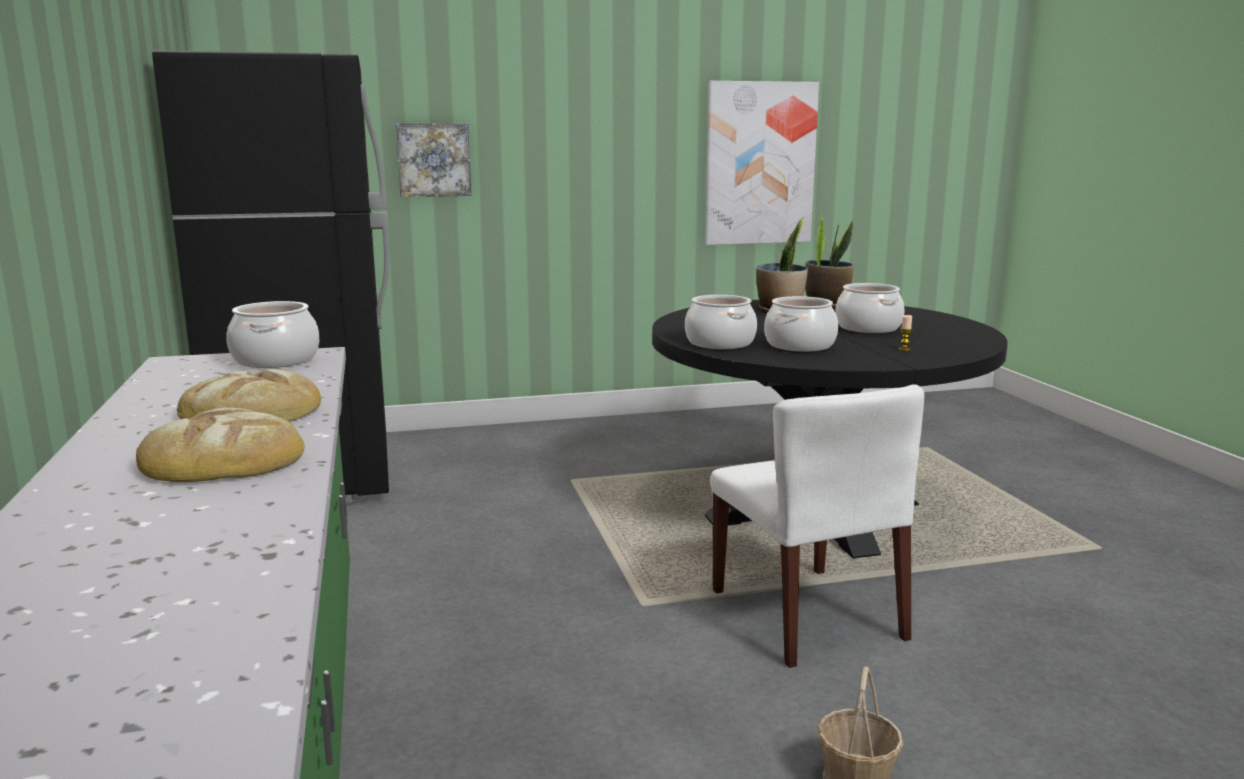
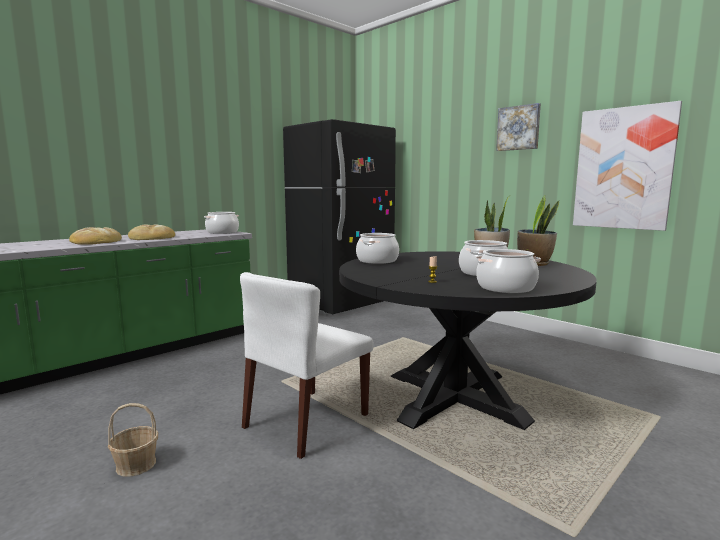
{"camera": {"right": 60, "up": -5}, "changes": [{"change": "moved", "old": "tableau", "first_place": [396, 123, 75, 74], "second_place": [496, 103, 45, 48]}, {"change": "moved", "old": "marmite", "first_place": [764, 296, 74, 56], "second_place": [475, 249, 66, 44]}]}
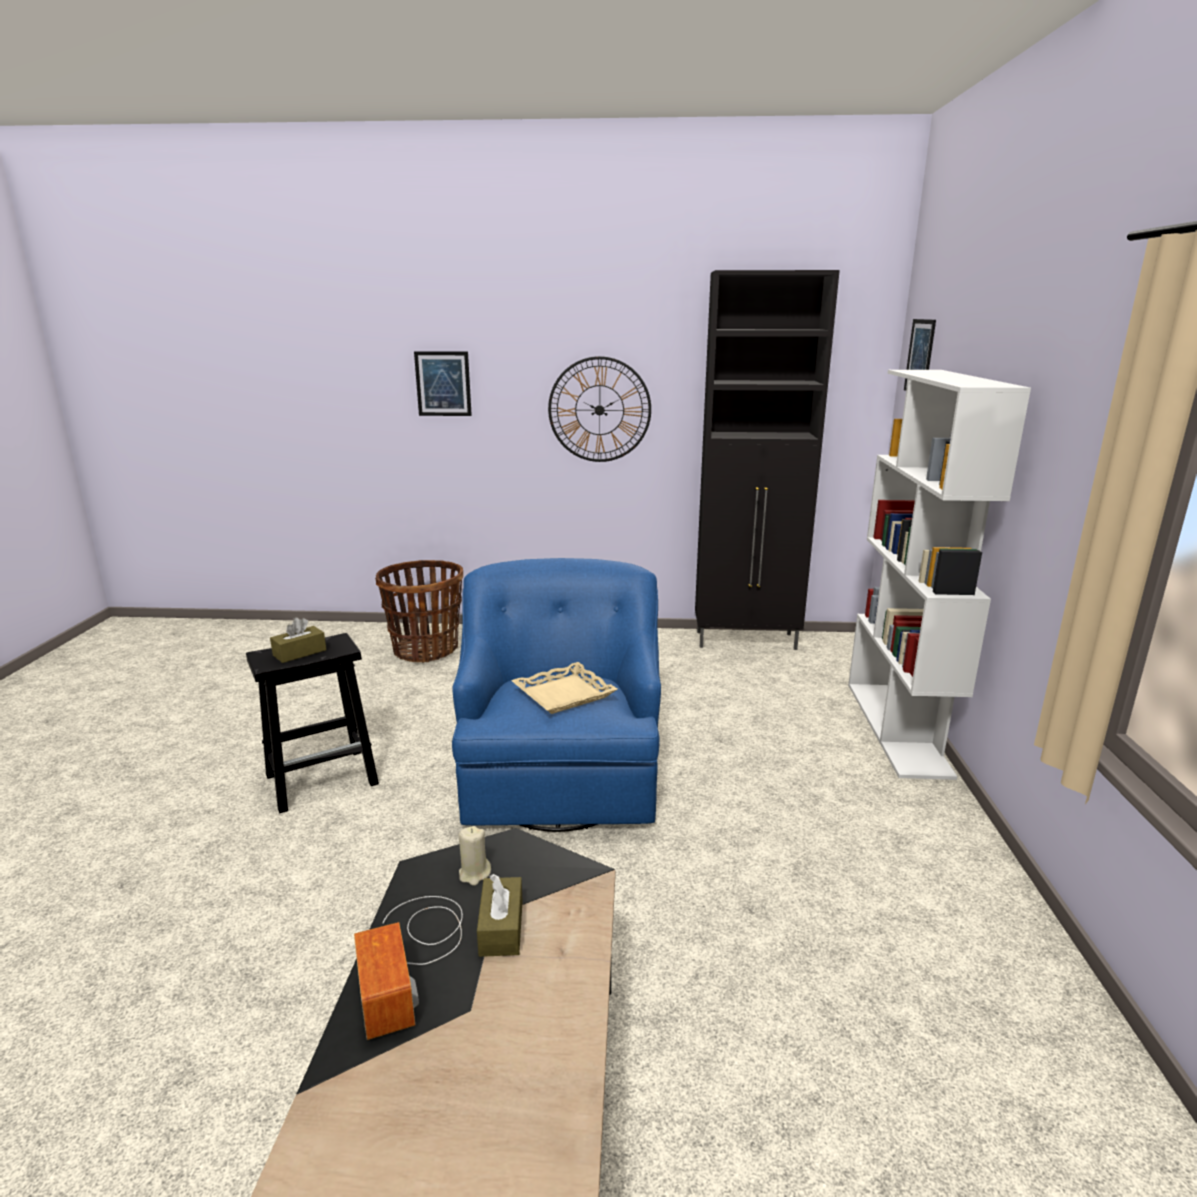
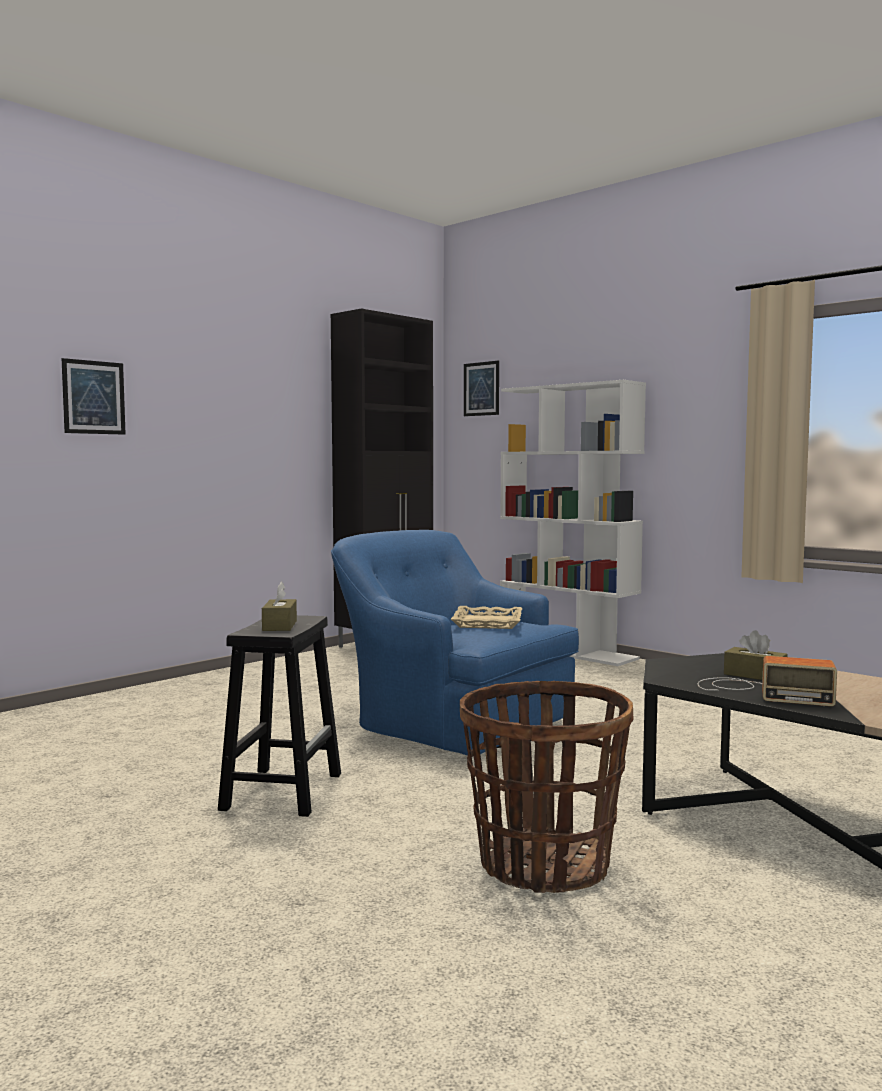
{"camera": {"right": -50, "up": -15}, "changes": [{"change": "removed", "old": "horloge murale", "first_place": [548, 356, 103, 106]}, {"change": "moved", "old": "panier", "first_place": [375, 560, 88, 103], "second_place": [460, 681, 174, 212]}, {"change": "removed", "old": "bougie (beige)", "first_place": [459, 826, 32, 60]}]}
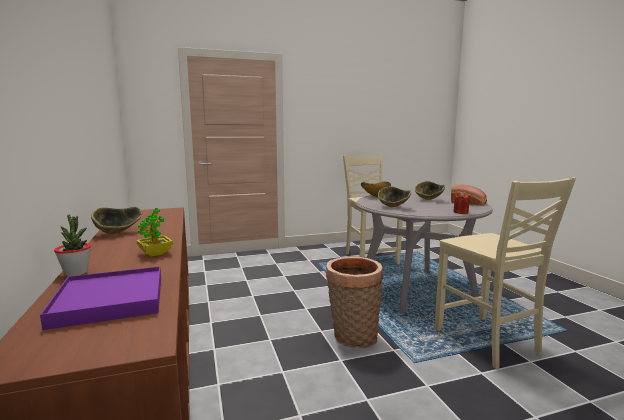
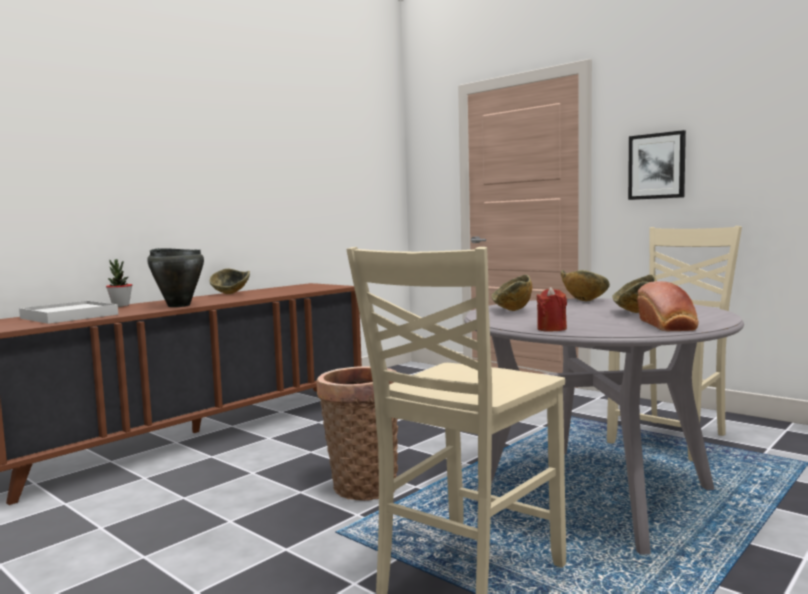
{"camera": {"right": 60, "up": -5}, "changes": [{"change": "replaced", "old": "plante en pot", "new": "marmite (noir)", "first_place": [137, 208, 36, 49], "second_place": [147, 248, 57, 59]}, {"change": "recoloured", "old": "plateau (violet)", "new": "plateau (blanc)", "first_place": [40, 267, 121, 63], "second_place": [19, 301, 99, 23]}, {"change": "added", "new": "tableau", "second_place": [628, 130, 58, 70]}]}
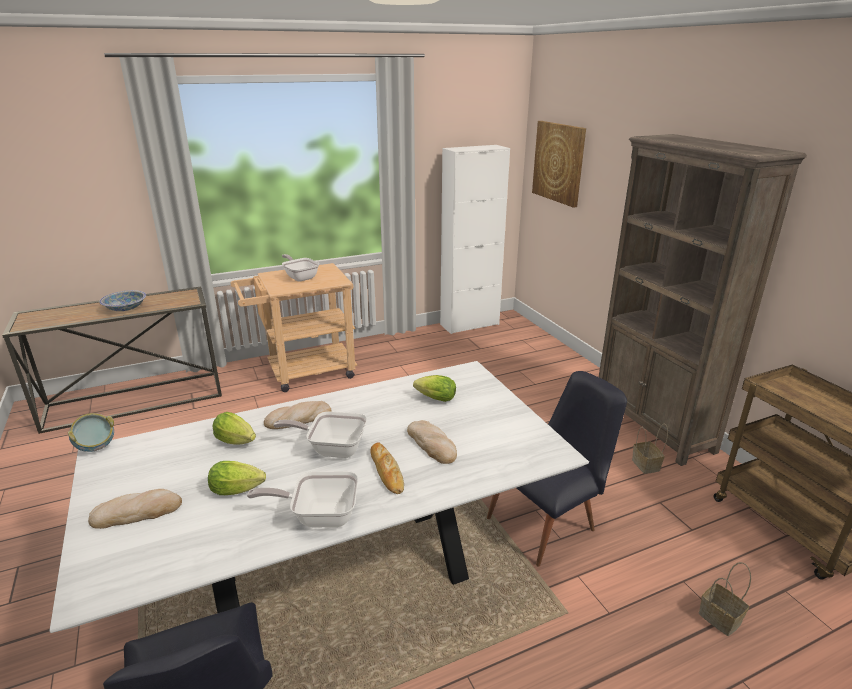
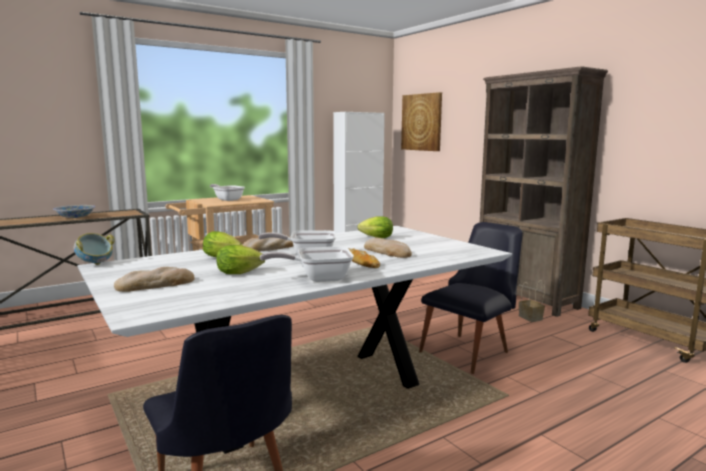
{"camera": {"right": -10, "up": -15}, "changes": [{"change": "removed", "old": "panier", "first_place": [699, 562, 52, 74]}]}
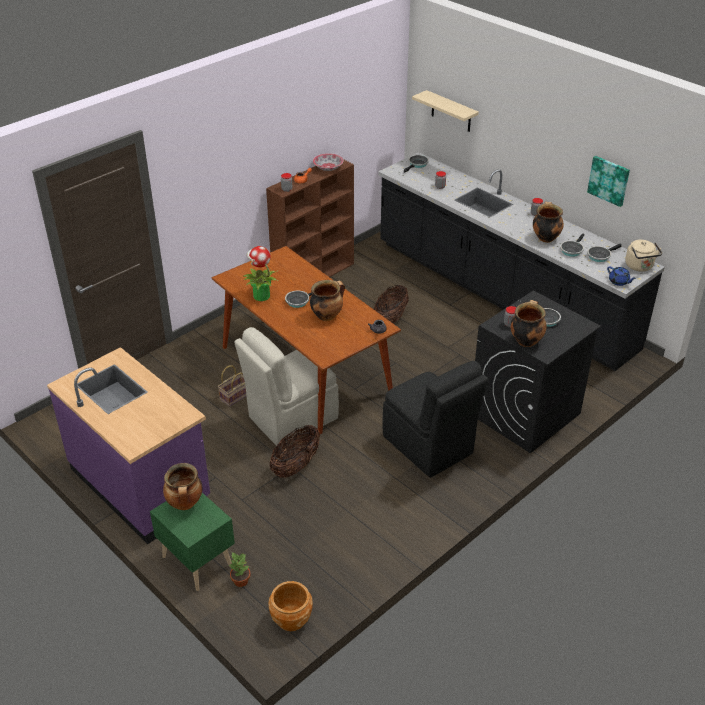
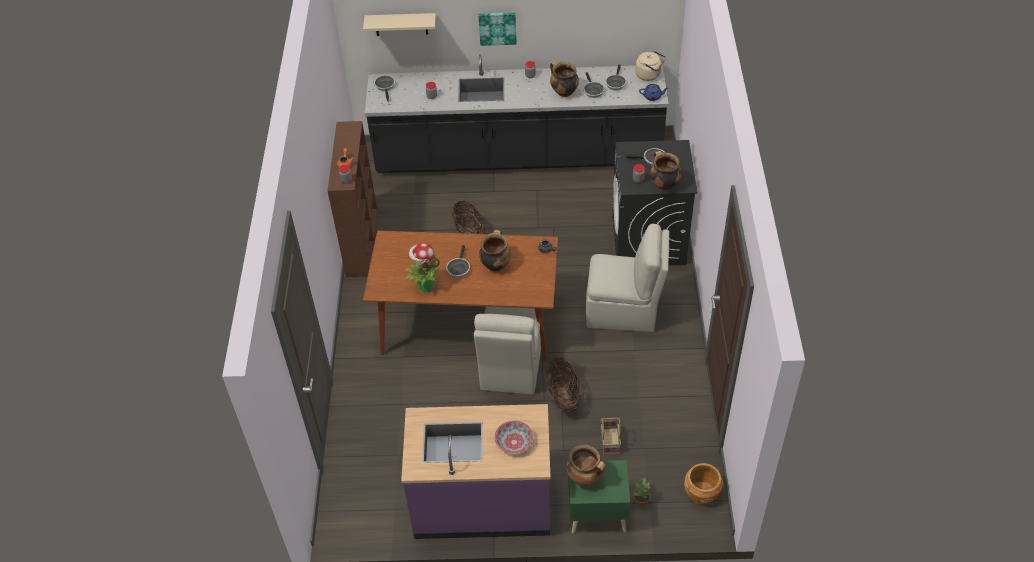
{"camera": {"right": -45, "up": 10}, "changes": [{"change": "moved", "old": "bol", "first_place": [313, 153, 31, 18], "second_place": [494, 420, 40, 34]}, {"change": "moved", "old": "tableau", "first_place": [587, 156, 43, 51], "second_place": [479, 13, 38, 33]}, {"change": "recoloured", "old": "chaise (noir)", "new": "chaise (beige)", "first_place": [382, 361, 106, 117], "second_place": [586, 224, 83, 108]}, {"change": "moved", "old": "panier", "first_place": [218, 365, 28, 42], "second_place": [601, 418, 20, 37]}]}
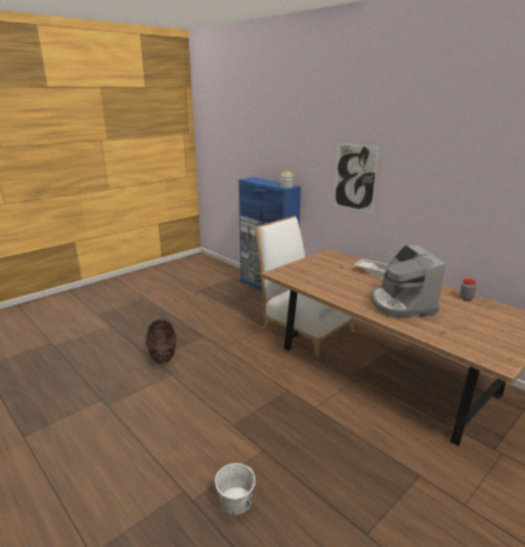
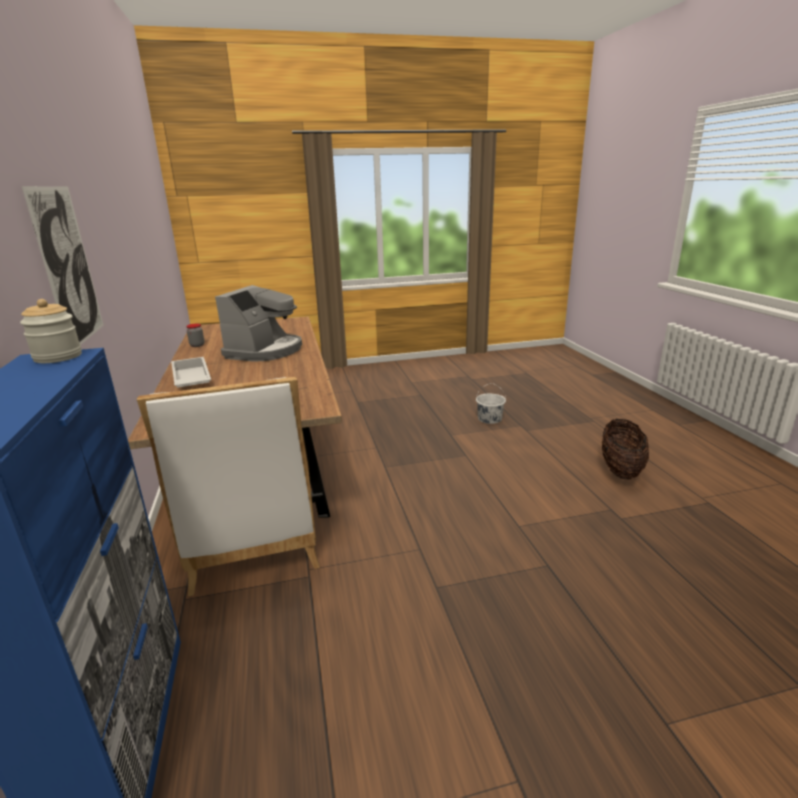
{"camera": {"right": -150, "up": 0}, "changes": [{"change": "moved", "old": "panier", "first_place": [146, 319, 31, 45], "second_place": [602, 419, 47, 60]}]}
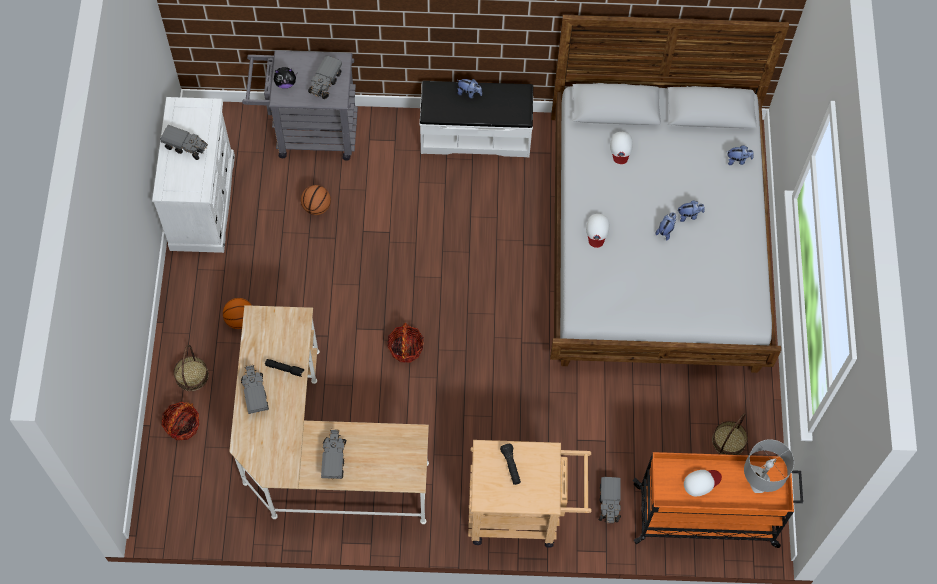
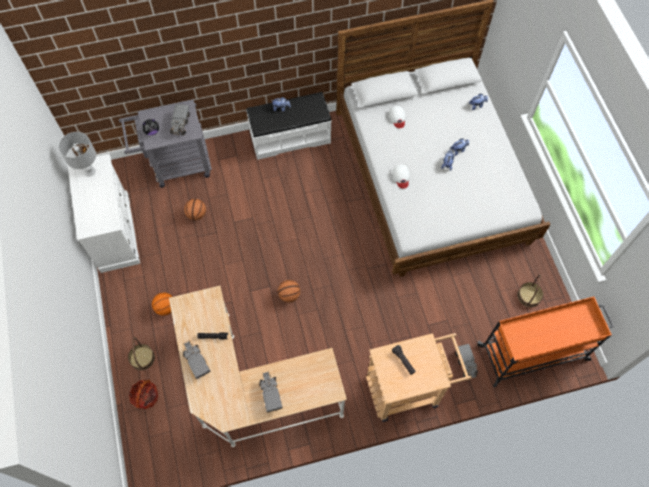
{"camera": {"right": -15, "up": 0}, "changes": [{"change": "removed", "old": "camion jouet", "first_place": [160, 125, 48, 35]}, {"change": "replaced", "old": "panier", "new": "ballon de basket", "first_place": [387, 323, 37, 40], "second_place": [278, 280, 22, 23]}, {"change": "moved", "old": "lampe de table (gris)", "first_place": [744, 439, 50, 54], "second_place": [59, 132, 37, 45]}, {"change": "removed", "old": "casquette (blanc)", "first_place": [684, 470, 38, 26]}]}
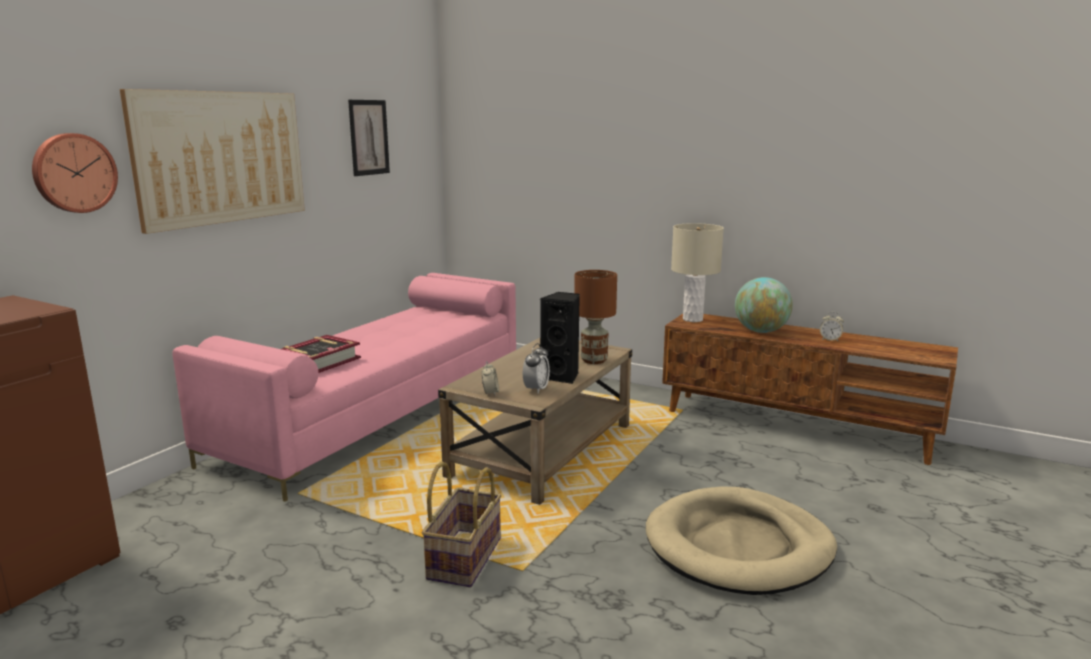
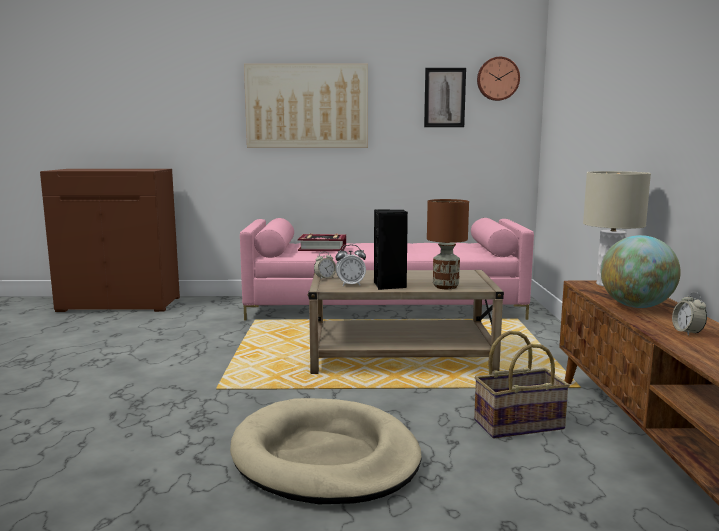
{"camera": {"right": 60, "up": -5}, "changes": [{"change": "moved", "old": "horloge murale", "first_place": [32, 133, 86, 80], "second_place": [477, 57, 43, 44]}, {"change": "moved", "old": "panier", "first_place": [422, 461, 79, 126], "second_place": [474, 331, 96, 107]}]}
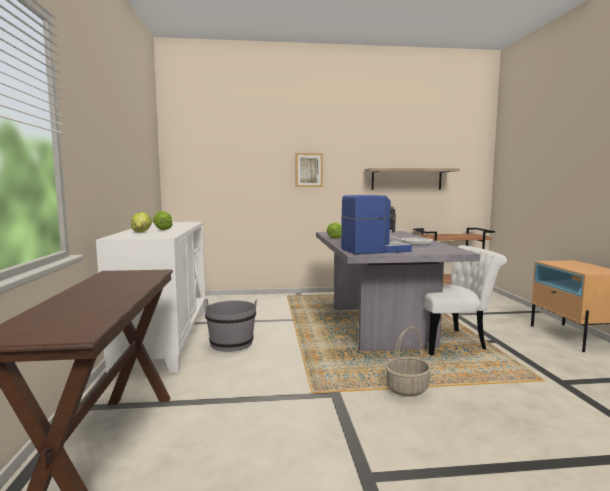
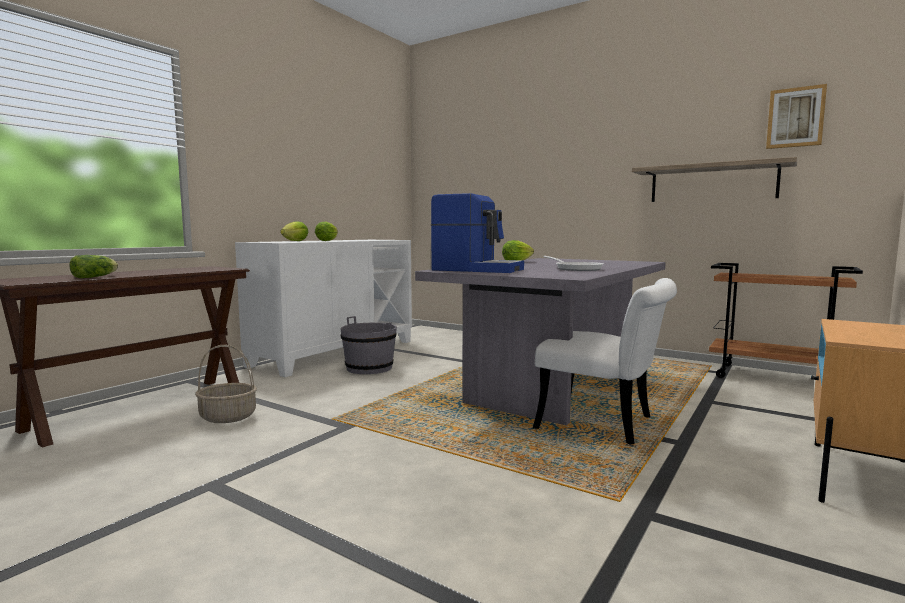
{"camera": {"right": 40, "up": 0}, "changes": [{"change": "moved", "old": "tableau", "first_place": [295, 153, 28, 34], "second_place": [766, 84, 61, 65]}, {"change": "moved", "old": "panier", "first_place": [385, 326, 47, 70], "second_place": [195, 345, 62, 78]}, {"change": "added", "new": "laitue", "second_place": [69, 255, 49, 23]}]}
